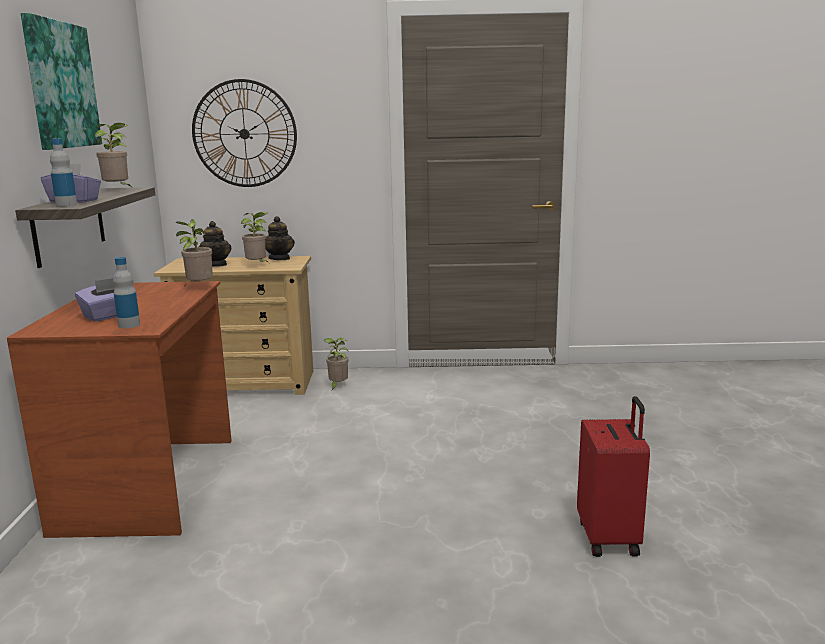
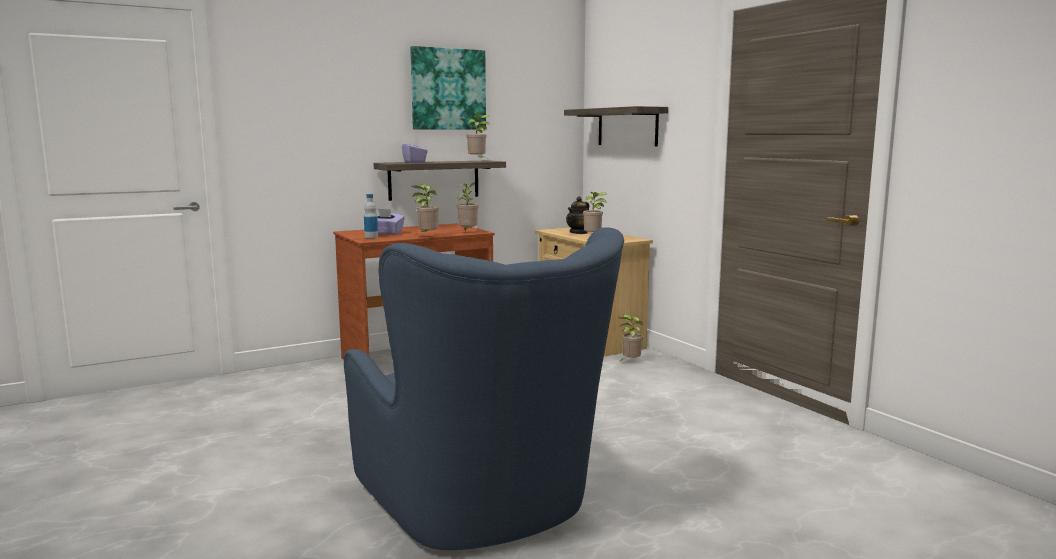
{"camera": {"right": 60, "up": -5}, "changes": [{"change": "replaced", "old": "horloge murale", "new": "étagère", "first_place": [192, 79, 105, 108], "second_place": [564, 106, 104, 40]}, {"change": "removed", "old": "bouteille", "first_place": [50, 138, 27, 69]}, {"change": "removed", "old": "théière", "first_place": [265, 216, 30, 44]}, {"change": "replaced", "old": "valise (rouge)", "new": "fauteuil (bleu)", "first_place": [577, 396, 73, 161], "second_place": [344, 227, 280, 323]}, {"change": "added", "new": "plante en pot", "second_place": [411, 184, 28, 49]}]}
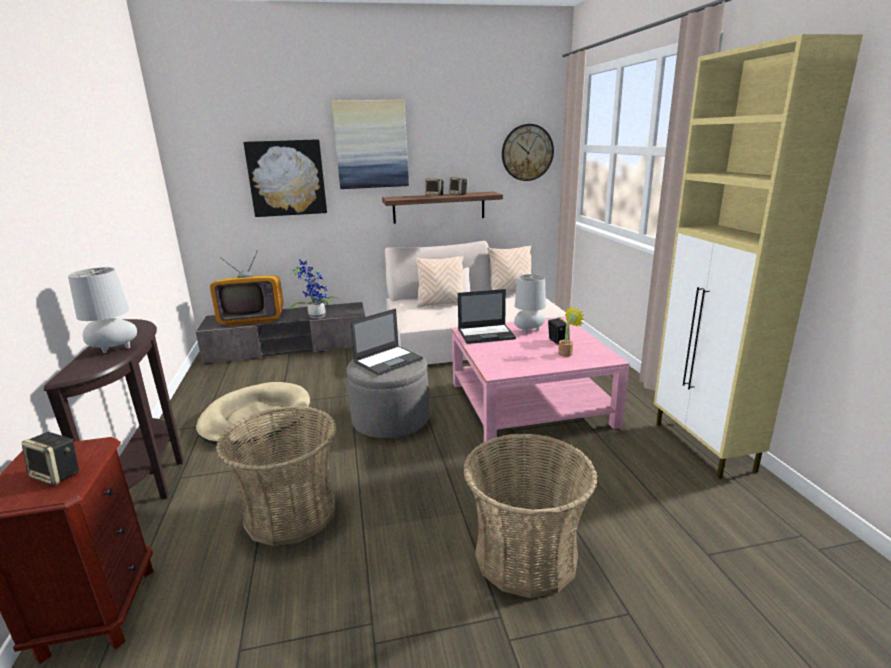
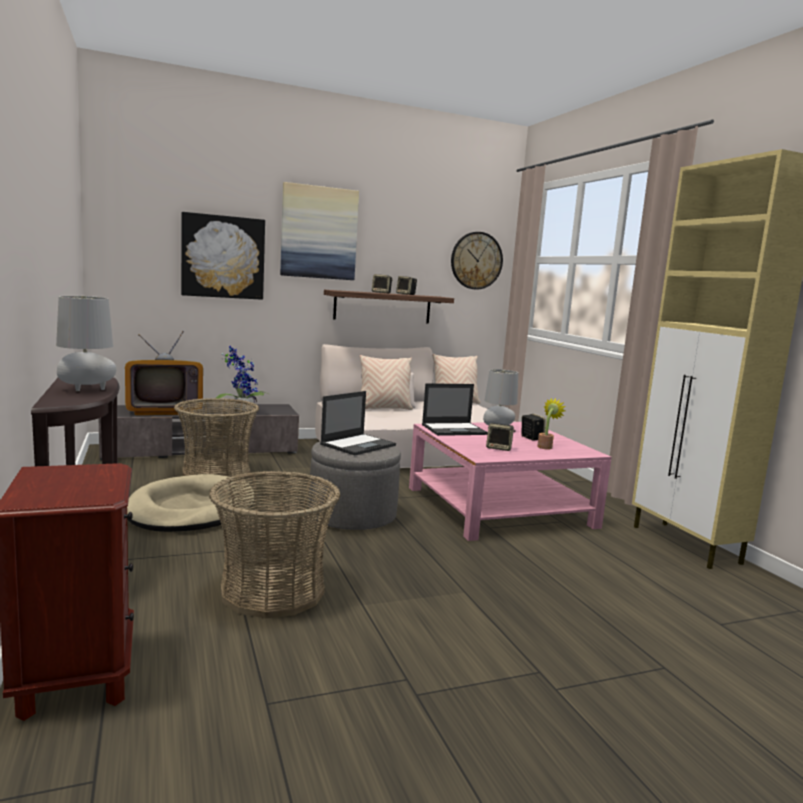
{"camera": {"right": -10, "up": -10}, "changes": [{"change": "moved", "old": "enceinte", "first_place": [22, 432, 57, 53], "second_place": [486, 423, 30, 28]}, {"change": "moved", "old": "panier", "first_place": [463, 433, 135, 165], "second_place": [174, 398, 85, 82]}]}
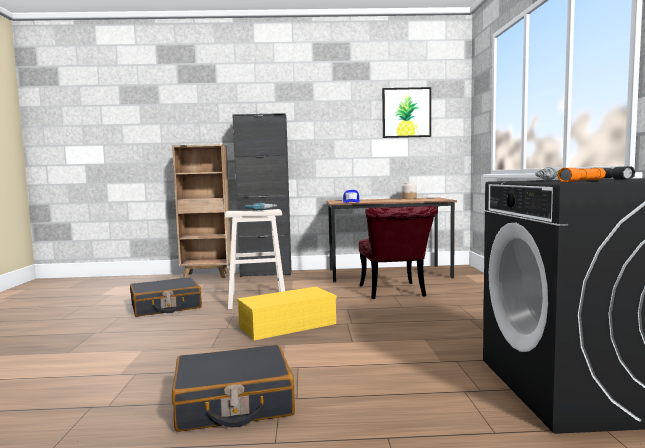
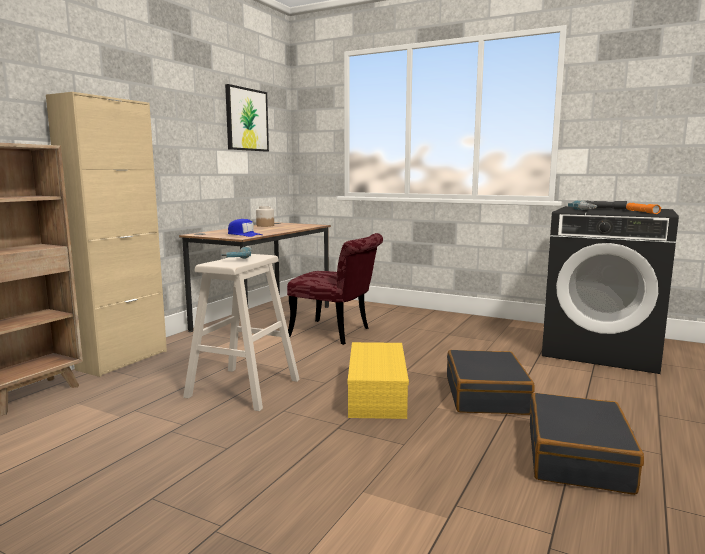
{"camera": {"right": -60, "up": 5}, "changes": [{"change": "recoloured", "old": "meuble de rangement (noir)", "new": "meuble de rangement (beige)", "first_place": [232, 113, 59, 164], "second_place": [46, 92, 121, 285]}, {"change": "moved", "old": "valise (noir)", "first_place": [130, 277, 72, 40], "second_place": [447, 350, 88, 65]}]}
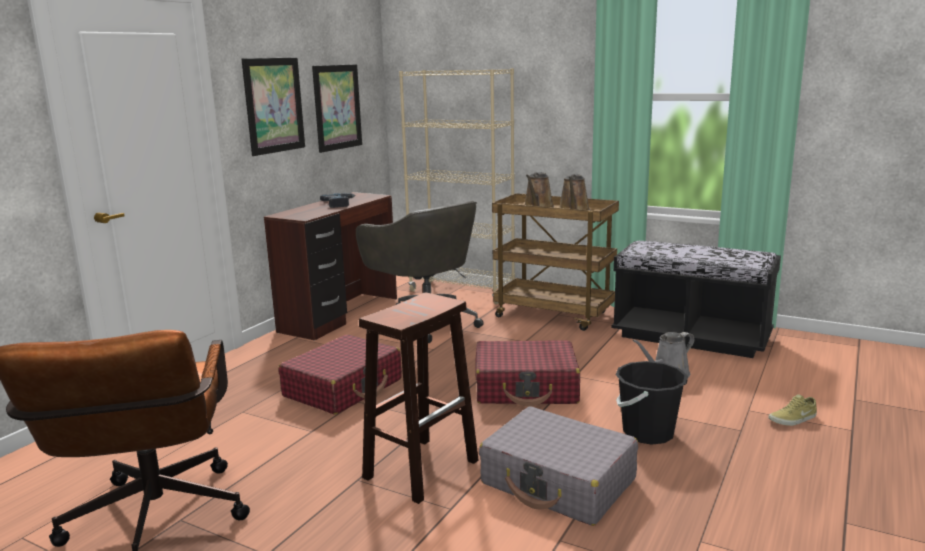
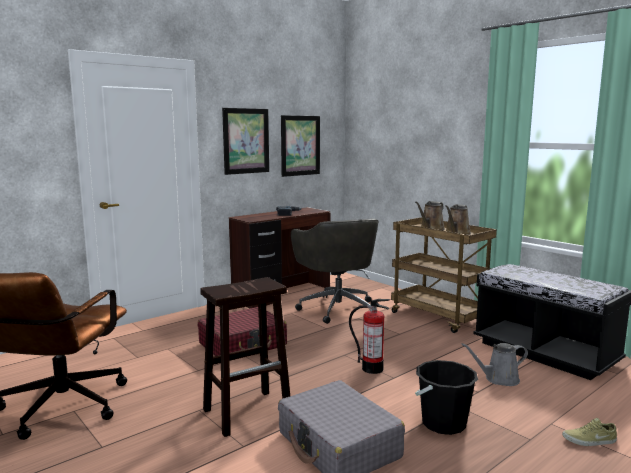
{"camera": {"right": 20, "up": -5}, "changes": [{"change": "removed", "old": "bibliothèque (beige)", "first_place": [399, 68, 116, 236]}, {"change": "replaced", "old": "valise (rouge)", "new": "extincteur", "first_place": [476, 340, 104, 66], "second_place": [349, 299, 41, 75]}]}
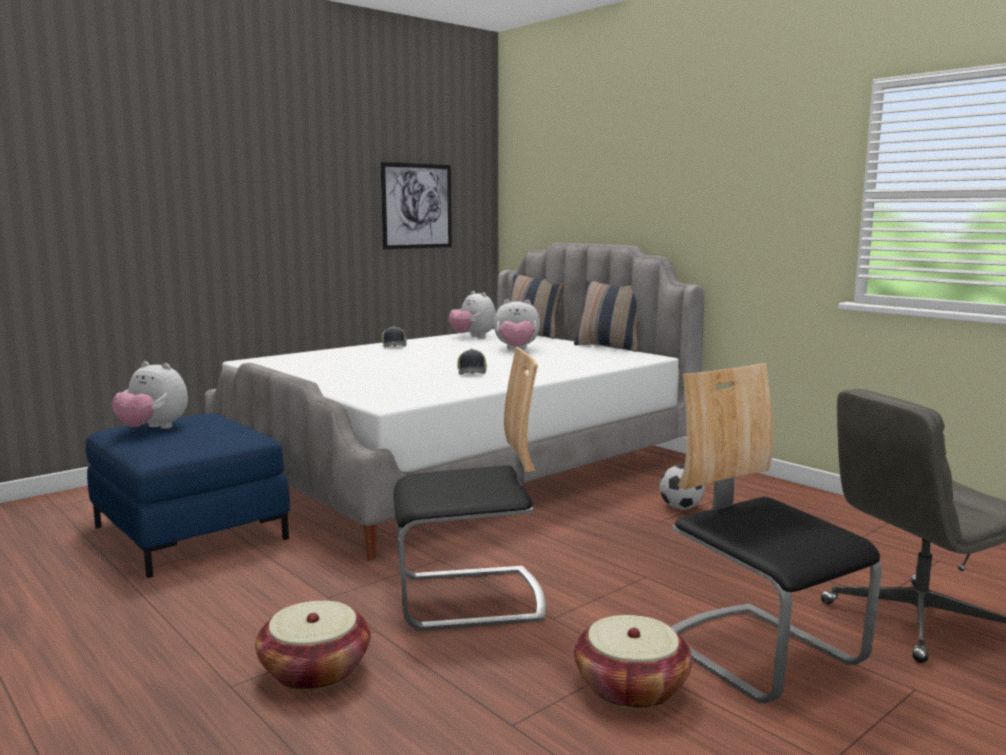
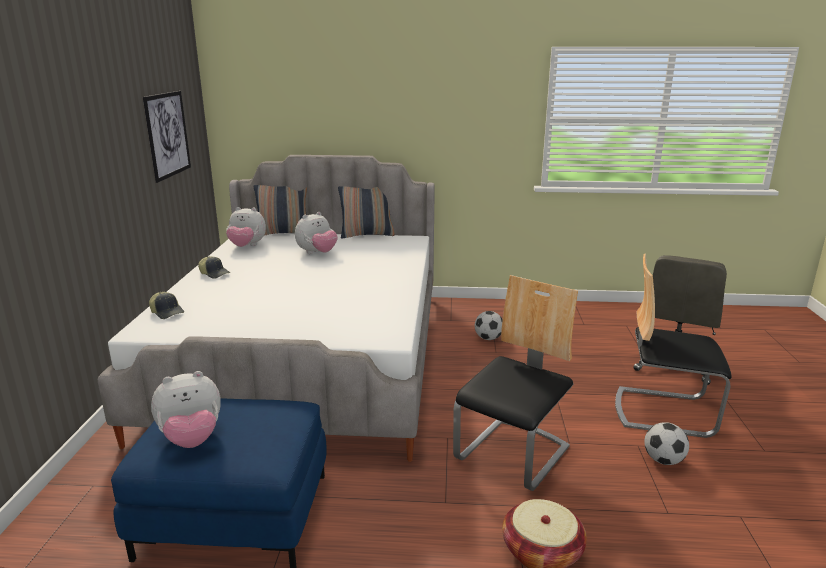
{"camera": {"right": -45, "up": 10}, "changes": [{"change": "moved", "old": "casquette", "first_place": [458, 349, 29, 26], "second_place": [149, 292, 35, 27]}, {"change": "replaced", "old": "panier", "new": "ballon de foot", "first_place": [574, 615, 118, 94], "second_place": [644, 422, 45, 43]}]}
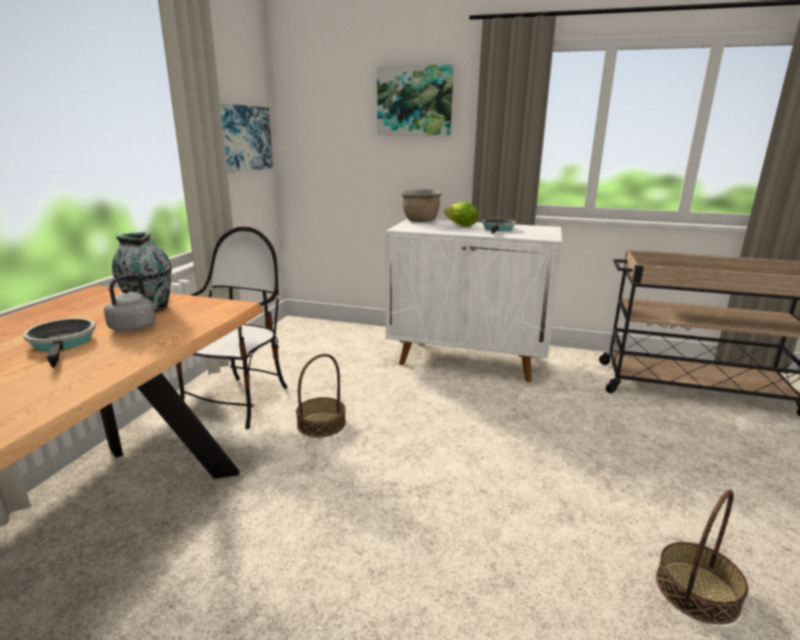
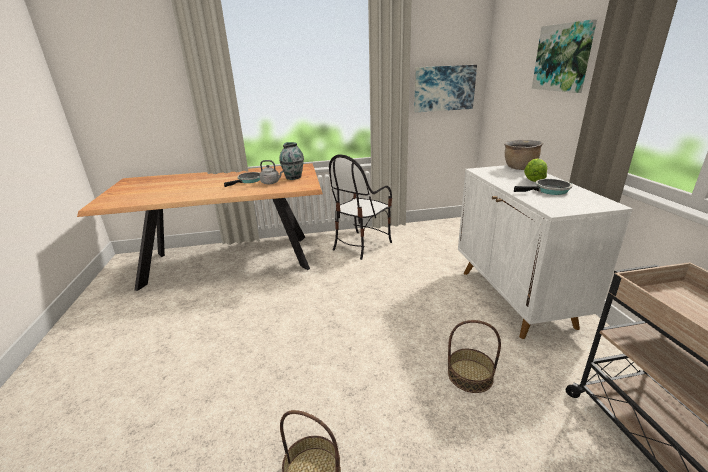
{"camera": {"right": 65, "up": 5}, "changes": [{"change": "turned", "old": "chaise", "first_place": [176, 227, 111, 202], "second_place": [329, 154, 63, 106], "degrees": 135}, {"change": "moved", "old": "panier", "first_place": [296, 354, 50, 83], "second_place": [448, 320, 53, 73]}]}
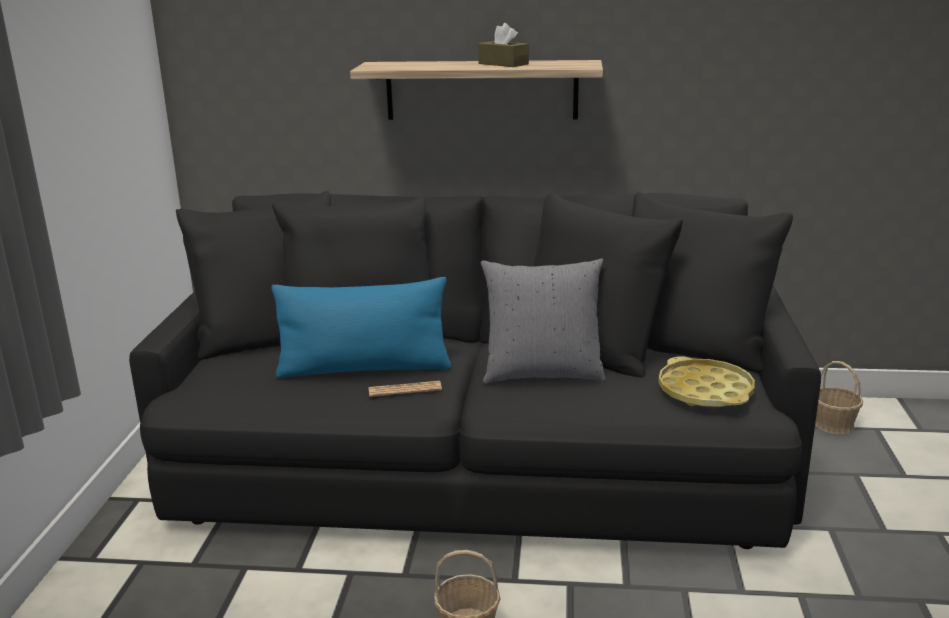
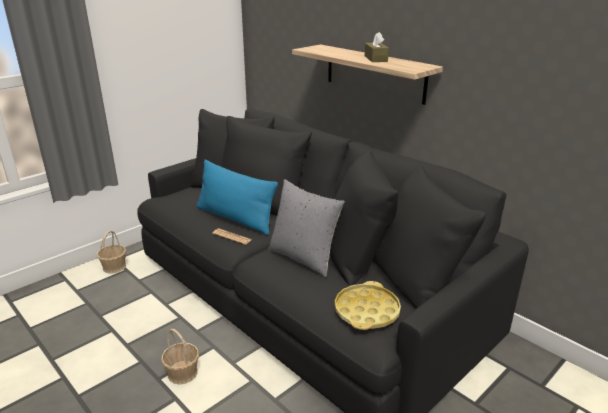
{"camera": {"right": 40, "up": 5}, "changes": [{"change": "moved", "old": "panier", "first_place": [815, 361, 48, 73], "second_place": [97, 230, 29, 43]}]}
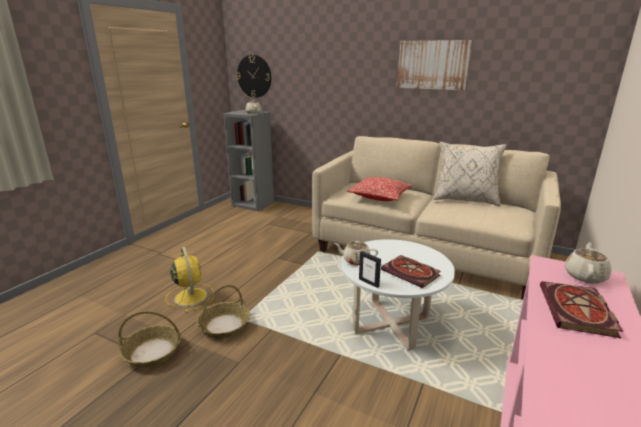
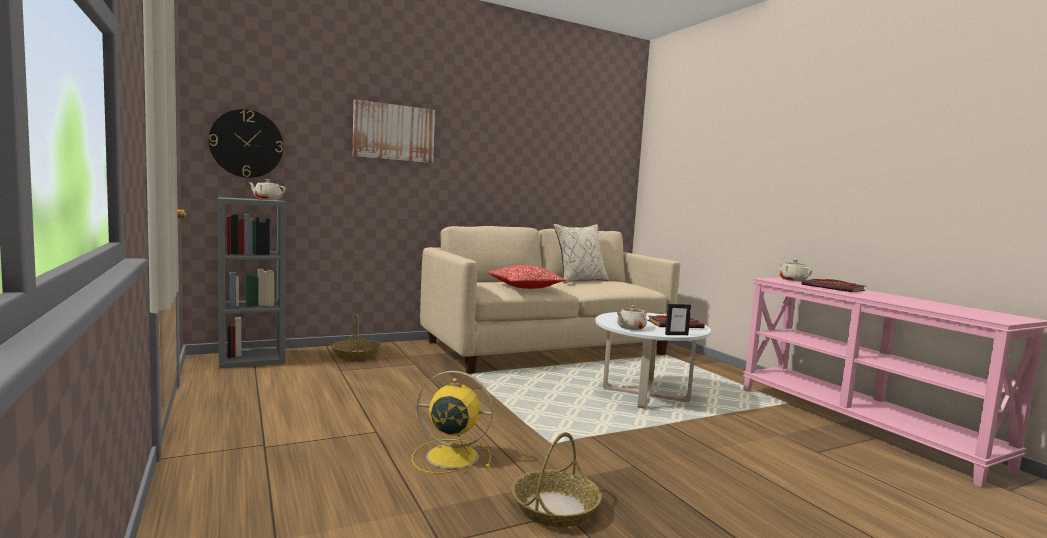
{"camera": {"right": -55, "up": -15}, "changes": [{"change": "moved", "old": "tableau", "first_place": [397, 40, 75, 50], "second_place": [352, 99, 83, 64]}, {"change": "moved", "old": "panier", "first_place": [196, 285, 54, 54], "second_place": [331, 314, 51, 46]}]}
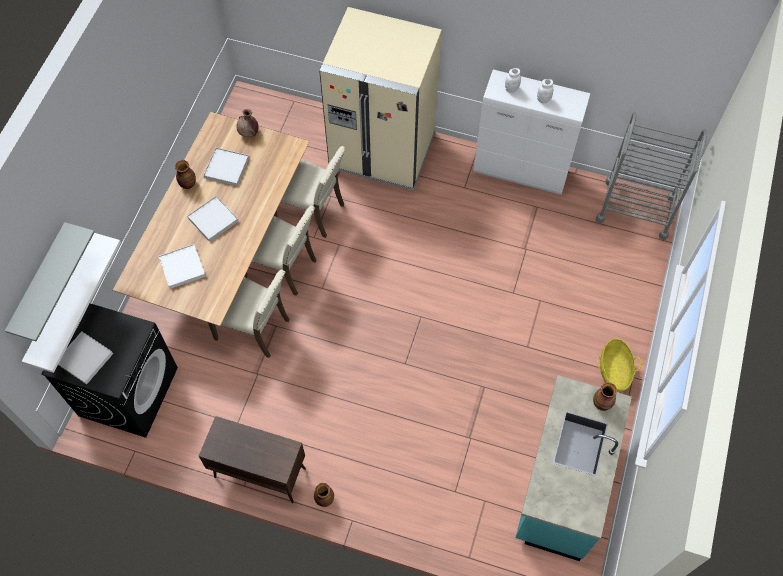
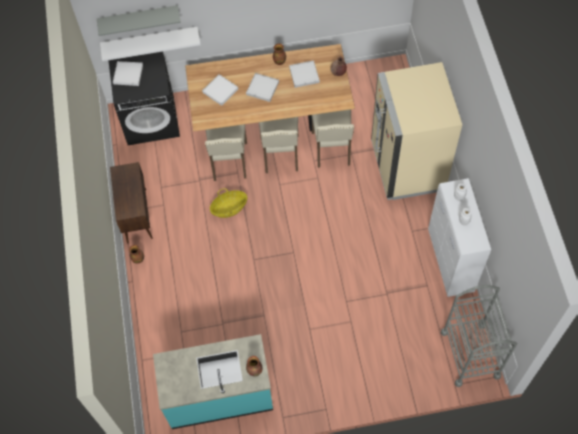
{"camera": {"right": 65, "up": 0}, "changes": [{"change": "moved", "old": "panier", "first_place": [597, 338, 44, 54], "second_place": [210, 188, 37, 30]}]}
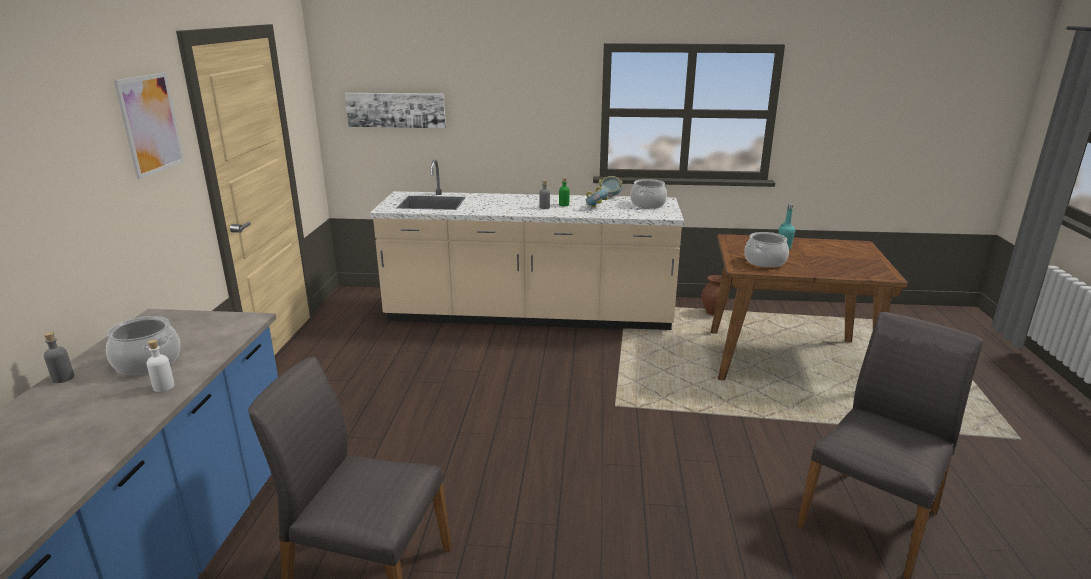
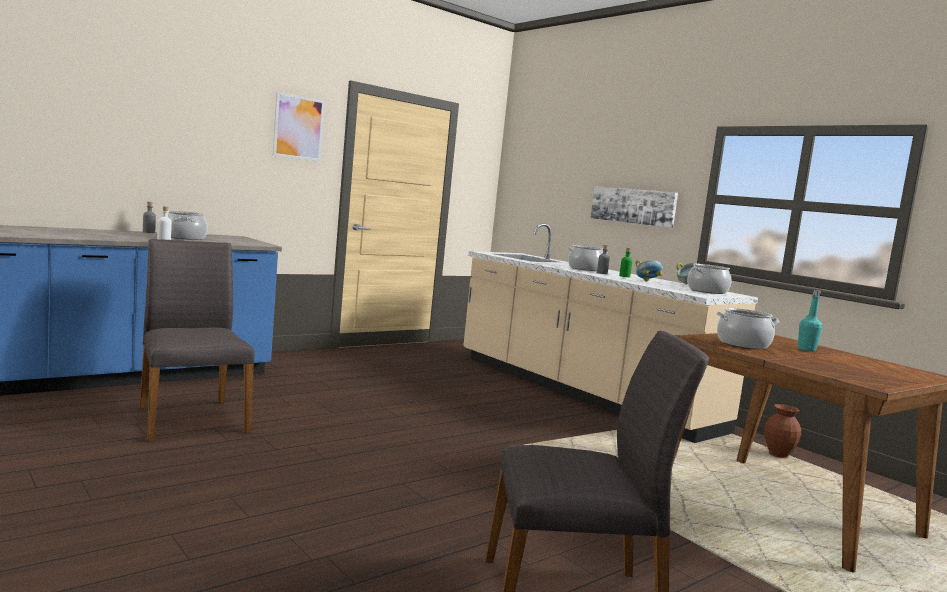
{"camera": {"right": 45, "up": -15}, "changes": [{"change": "moved", "old": "tableau", "first_place": [345, 93, 101, 35], "second_place": [590, 186, 88, 42]}, {"change": "added", "new": "marmite", "second_place": [568, 245, 40, 26]}]}
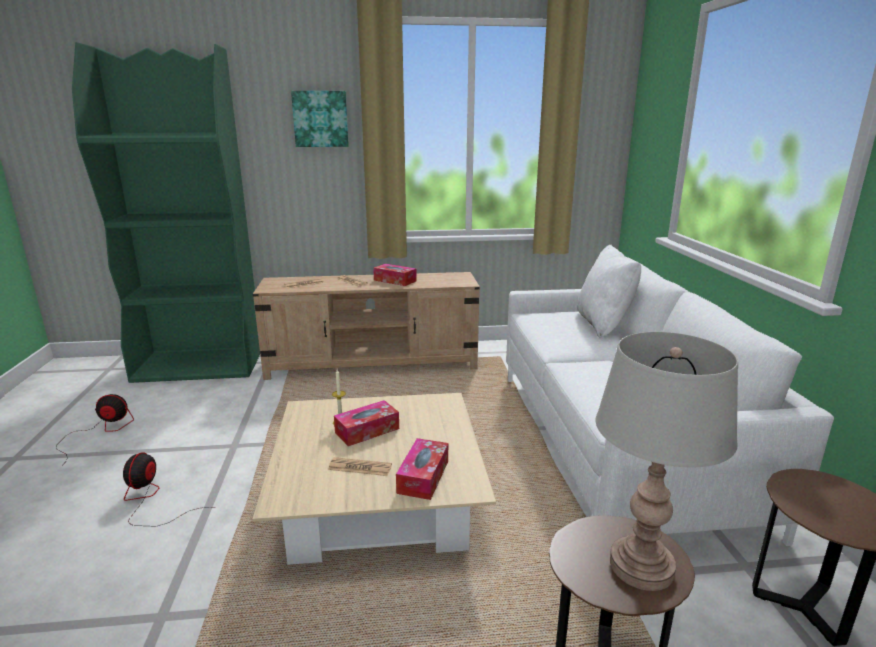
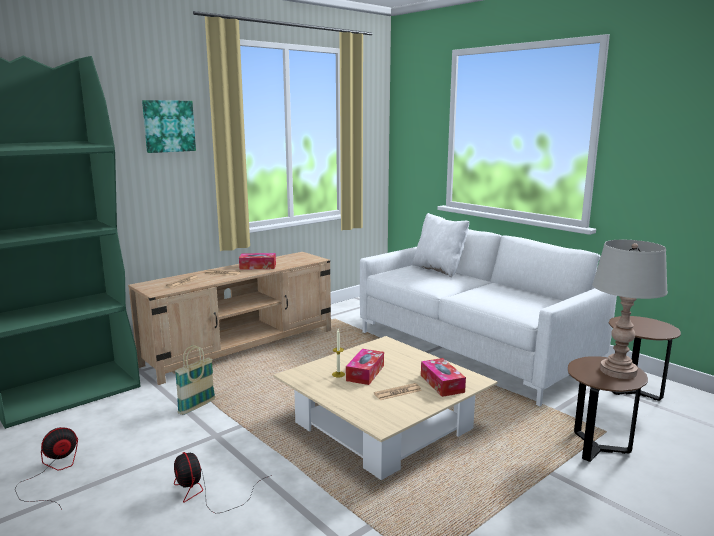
{"camera": {"right": -35, "up": -5}, "changes": [{"change": "added", "new": "panier", "second_place": [175, 345, 40, 70]}]}
